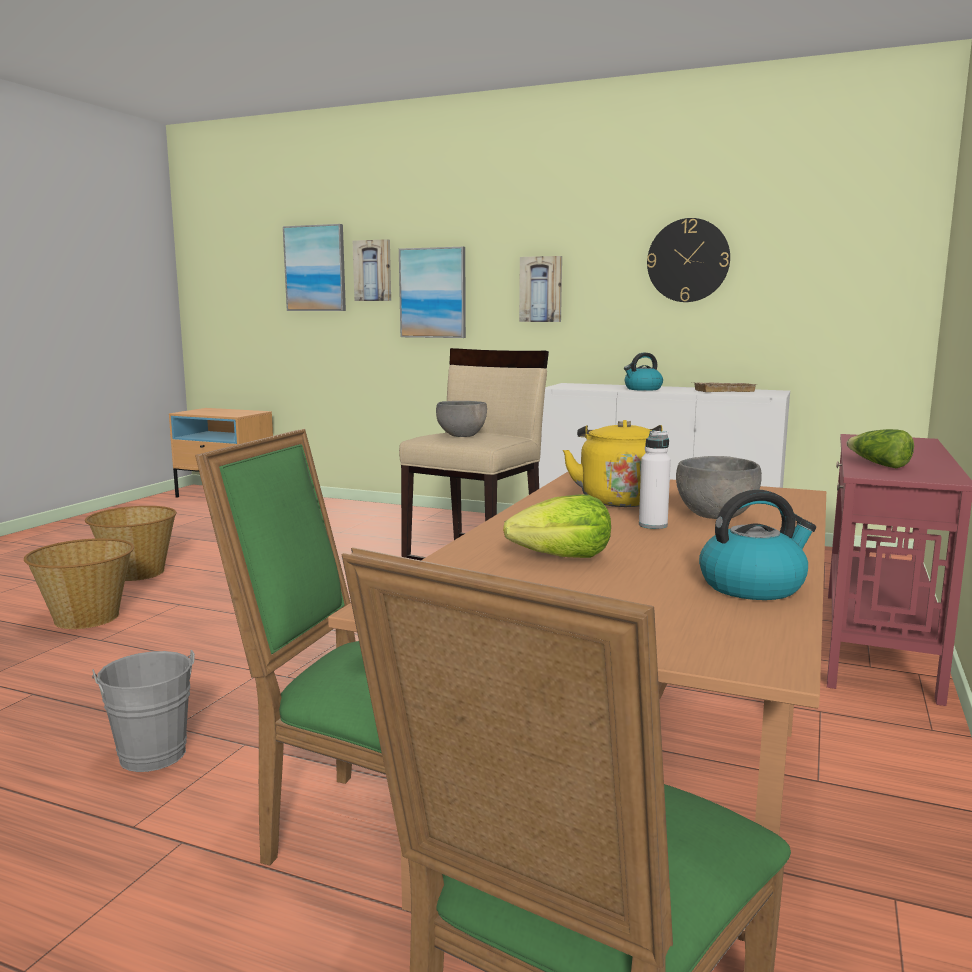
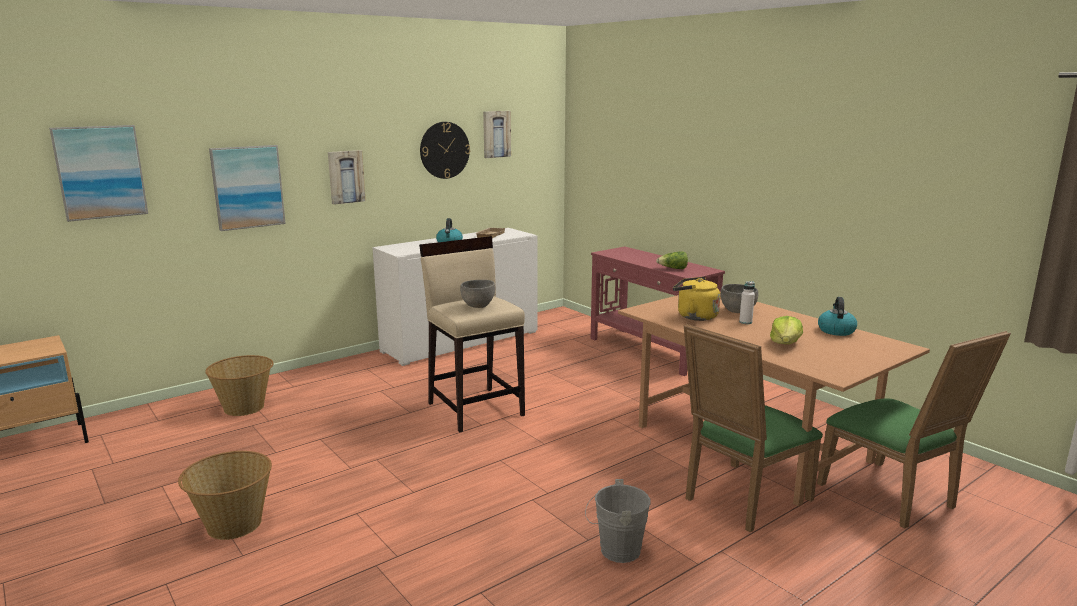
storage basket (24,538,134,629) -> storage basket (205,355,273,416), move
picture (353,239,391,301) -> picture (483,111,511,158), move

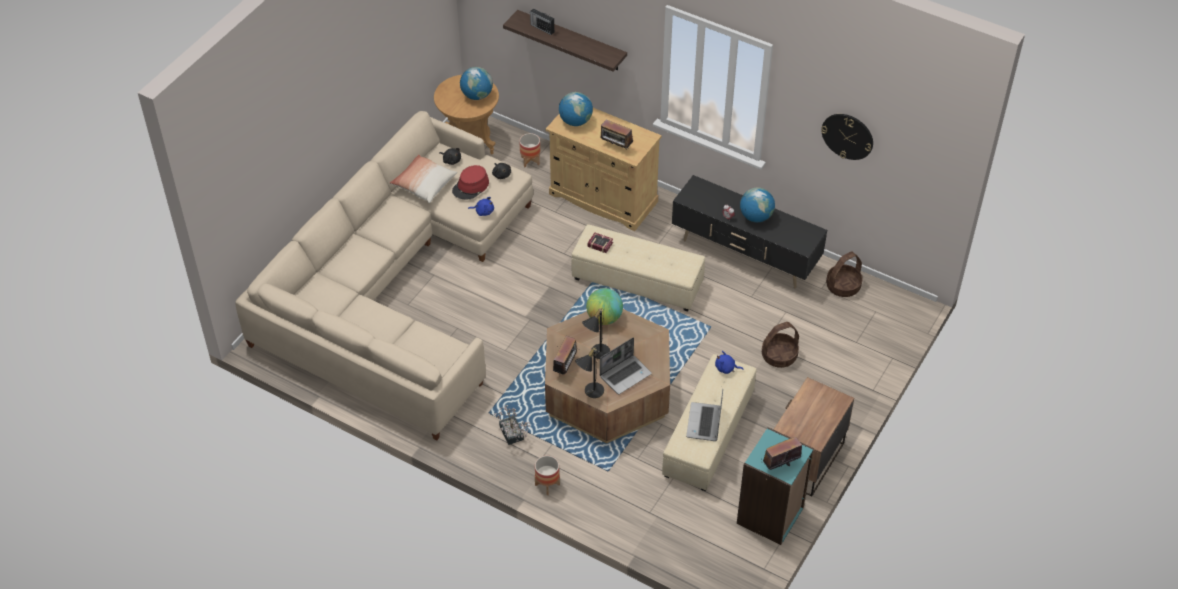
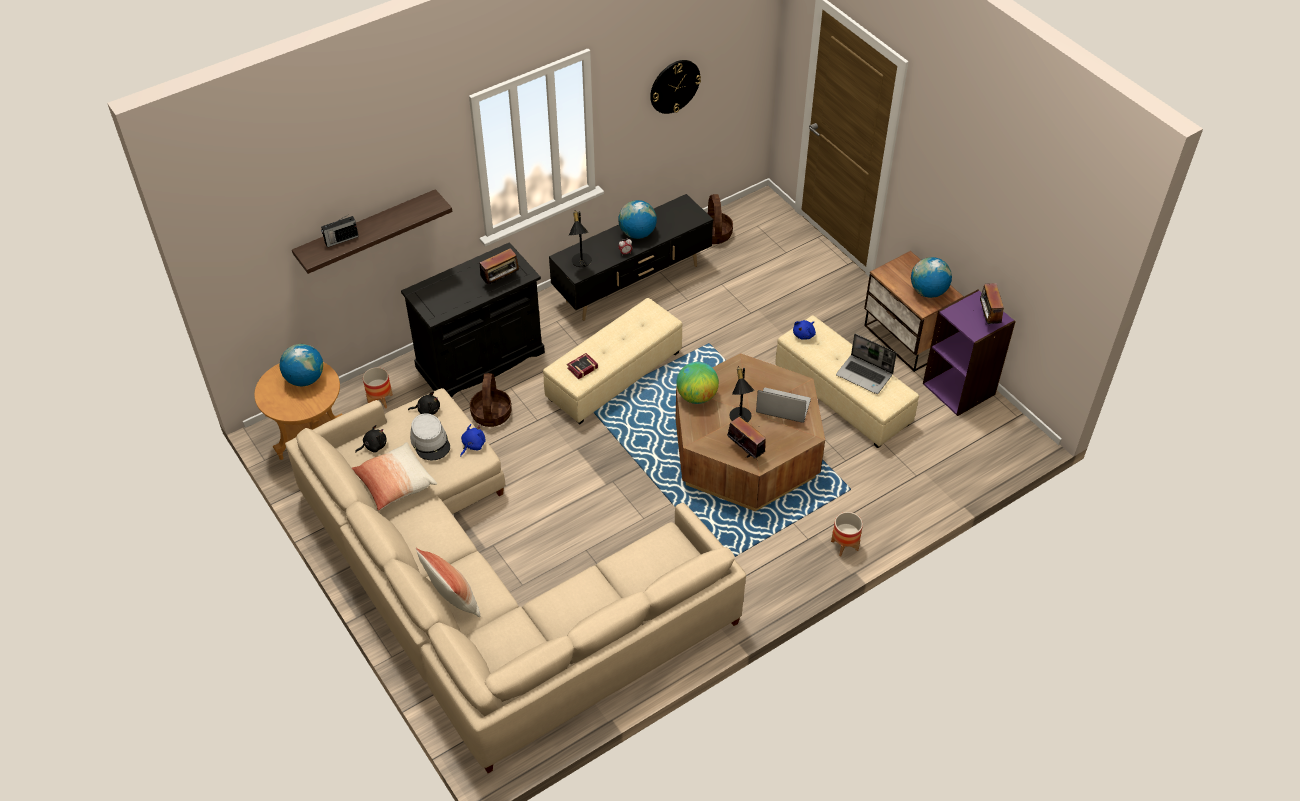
beige-coloured storage cabinet (546,108,662,231) -> blackish storage cabinet (401,242,545,398)
reddish wearable hat (452,165,489,199) -> gray wearable hat (410,413,450,460)
none -> throw pillow (416,548,480,617)
storage basket (762,322,799,368) -> storage basket (470,373,512,427), move
blackish tabletop lamp (575,347,604,398) -> blackish tabletop lamp (569,210,592,267), move
portable computer (600,337,652,394) -> portable computer (756,388,811,423), 60 degrees counterclockwise
world globe (559,92,593,126) -> world globe (911,257,952,298), move
turquoise-coloured bookshelf (737,427,814,545) -> purplish bookshelf (923,290,1016,416)
potted plant (494,405,530,445) -> none

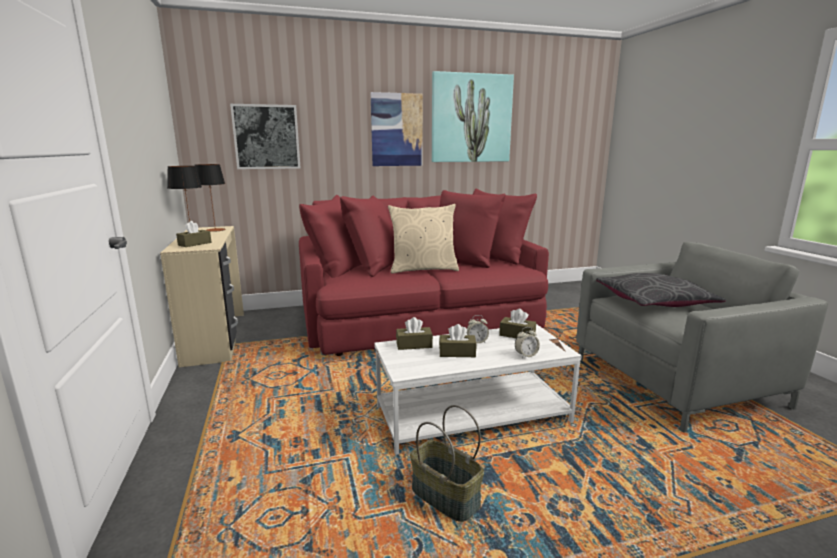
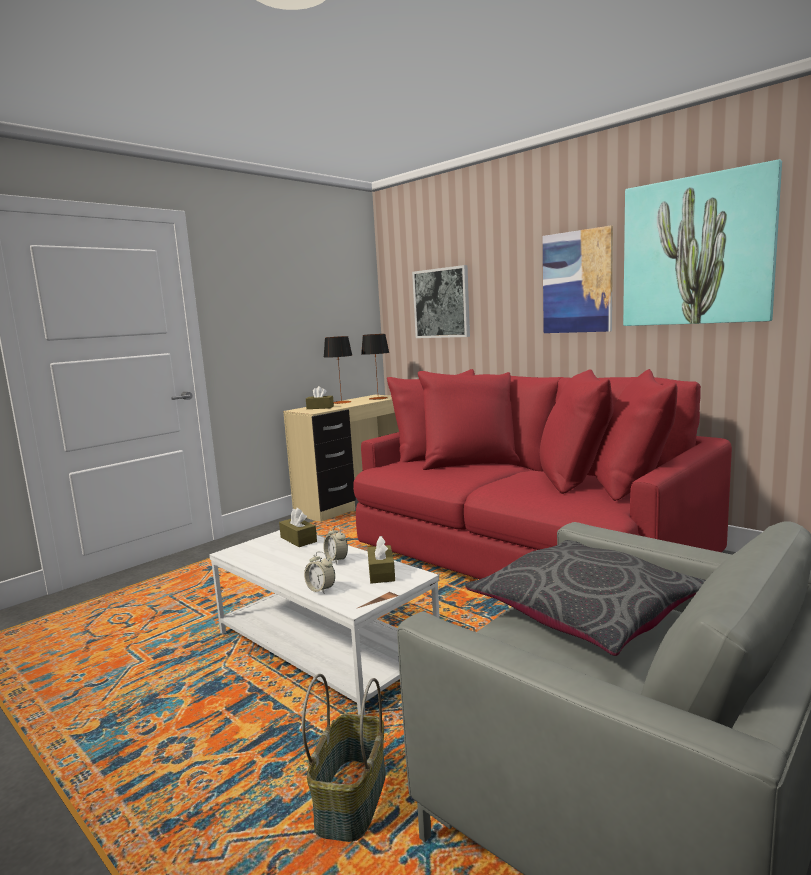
storage basket (410,405,484,522) -> storage basket (302,674,386,842), move
beige-coloured throw pillow (388,204,459,274) -> none
brown tissue holder (439,324,477,357) -> none

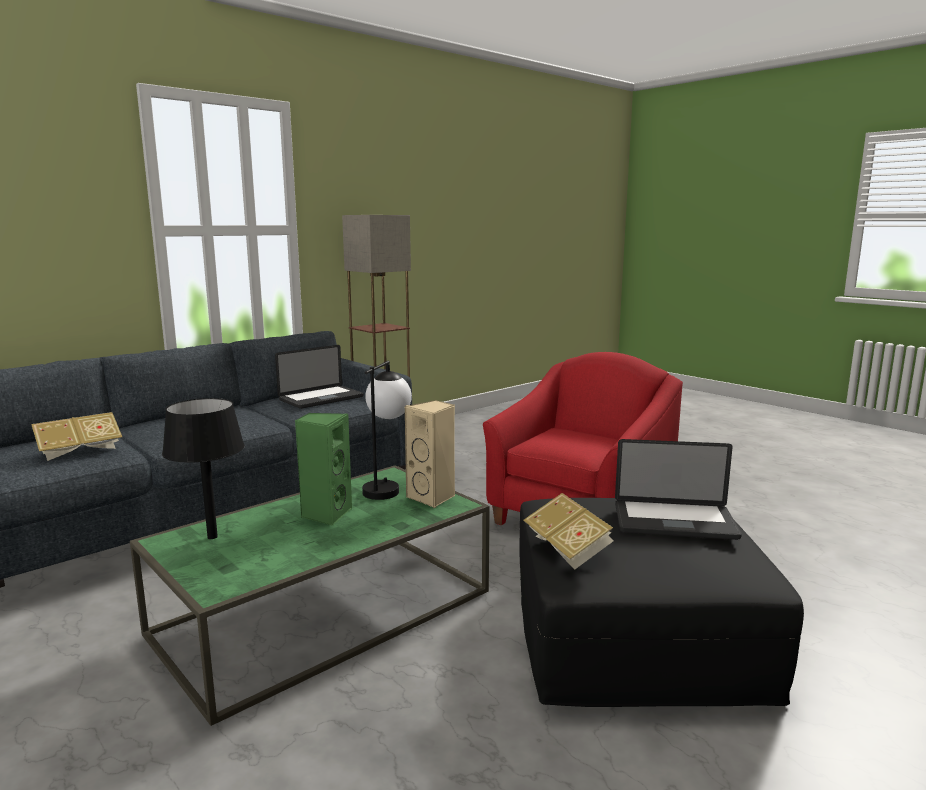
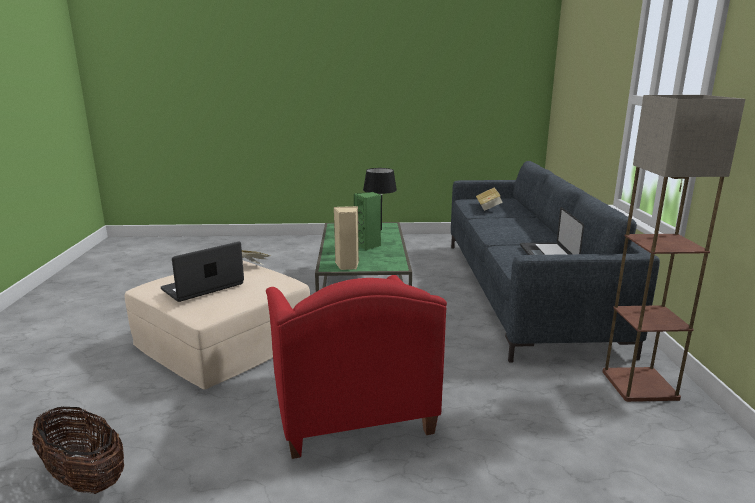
none -> storage basket (32,407,124,494)
blackish ottoman (520,498,804,707) -> beige-coloured ottoman (125,261,310,389)
tabletop lamp (362,361,412,500) -> none

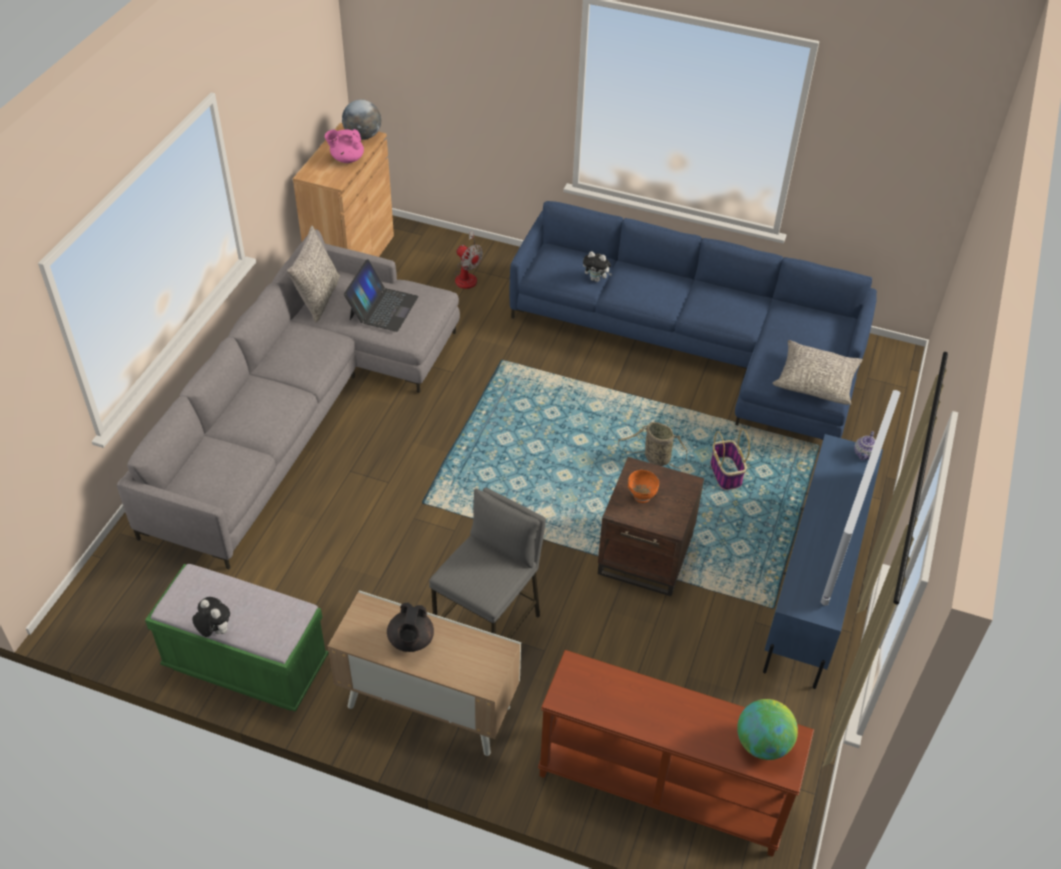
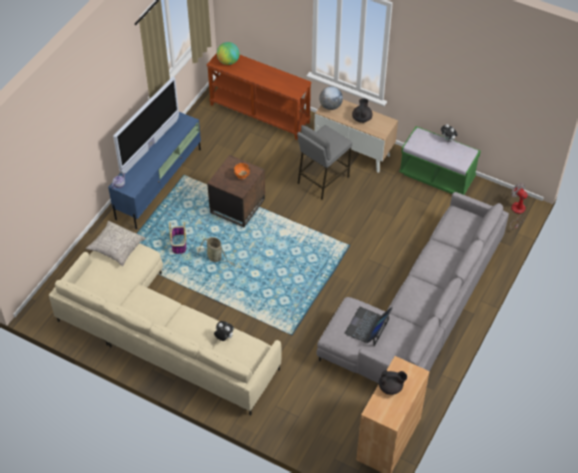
bluish sofa (510,201,877,440) -> beige-coloured sofa (49,243,281,416)
world globe (342,99,381,140) -> world globe (319,86,343,110), move
pink-coloured tea pot (325,129,364,163) -> blackish tea pot (379,370,407,395)
fan (455,231,483,289) -> fan (510,183,528,230), move
gray throw pillow (287,226,340,322) -> none

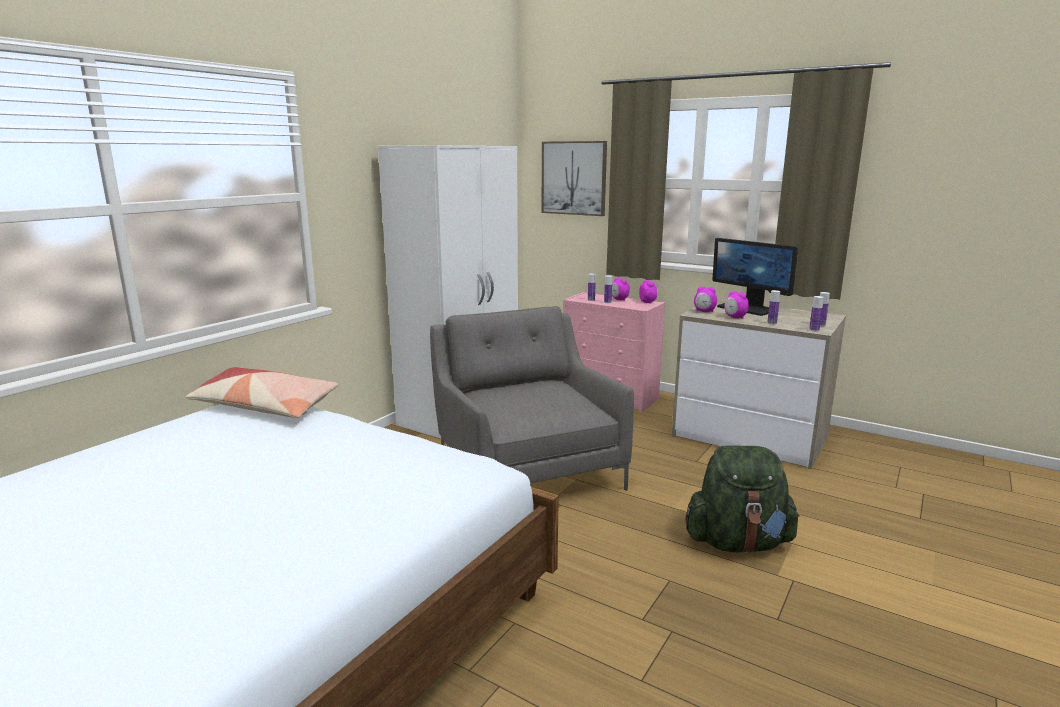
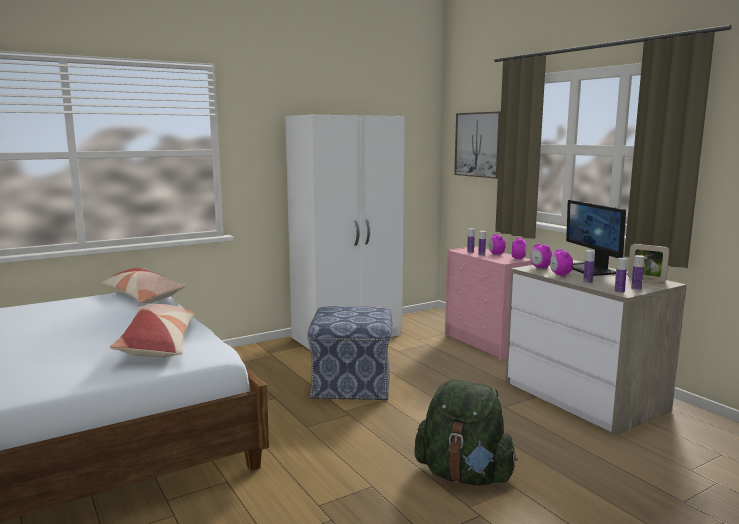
none -> throw pillow (110,304,196,358)
gray lounge chair (430,306,634,491) -> ottoman (308,306,392,401)
none -> picture frame (628,244,670,283)

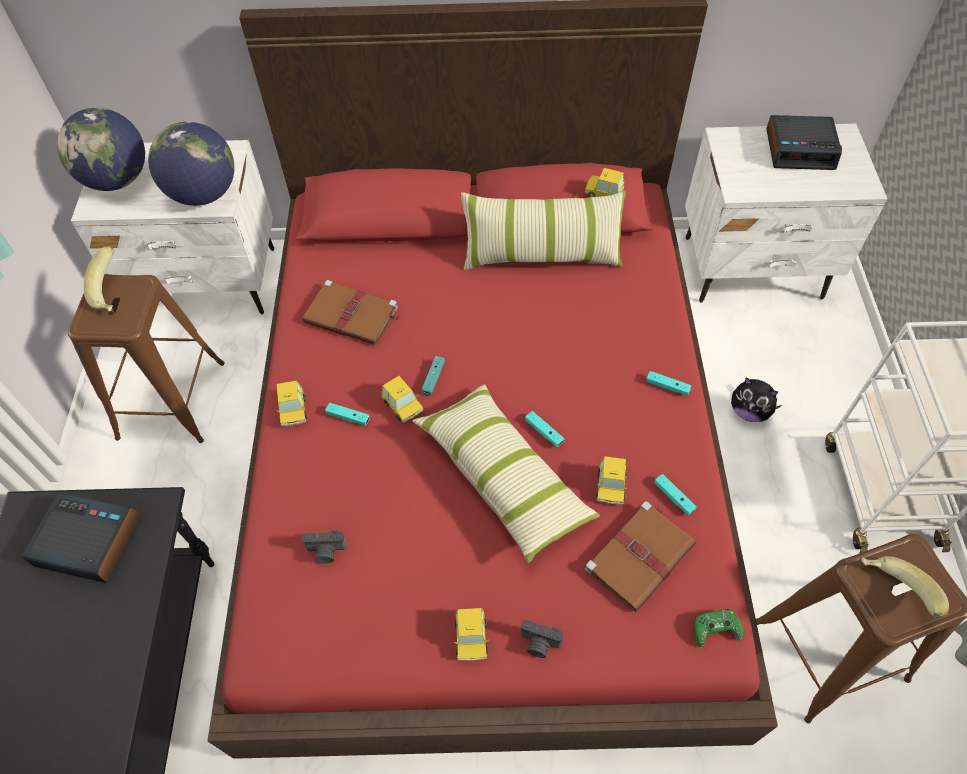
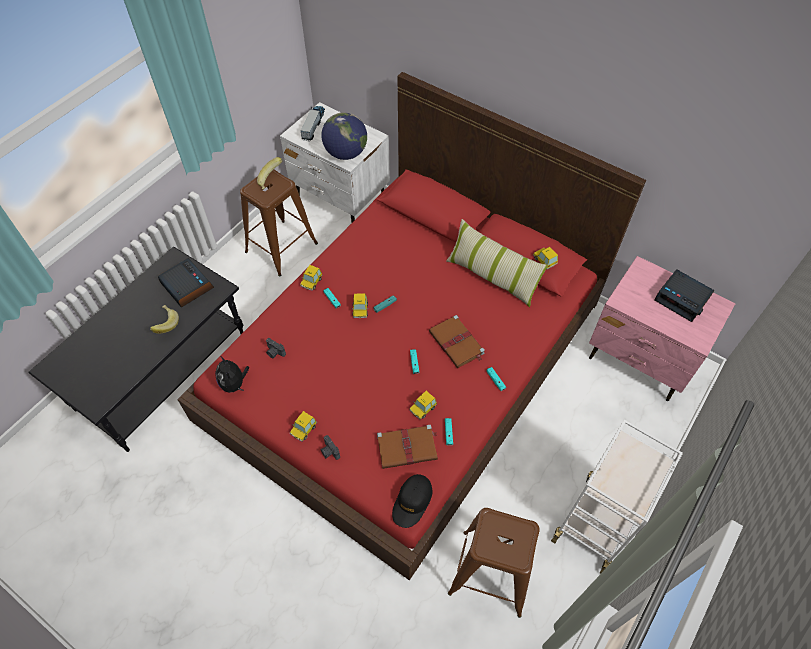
banana fruit (861,556,949,618) -> banana fruit (150,305,179,334), move
cuddly toy (731,377,782,422) -> cuddly toy (215,356,249,393), move
world globe (57,108,145,191) -> toy lorry (301,106,325,141)
green-coloured game controller (694,609,743,647) -> blackish cap (392,474,432,528)
brown bound book (303,280,401,345) -> brown bound book (429,315,485,368), move
whitish bedside table (685,124,887,303) -> pink-coloured bedside table (589,256,736,401)
throw pillow (412,384,600,563) -> none

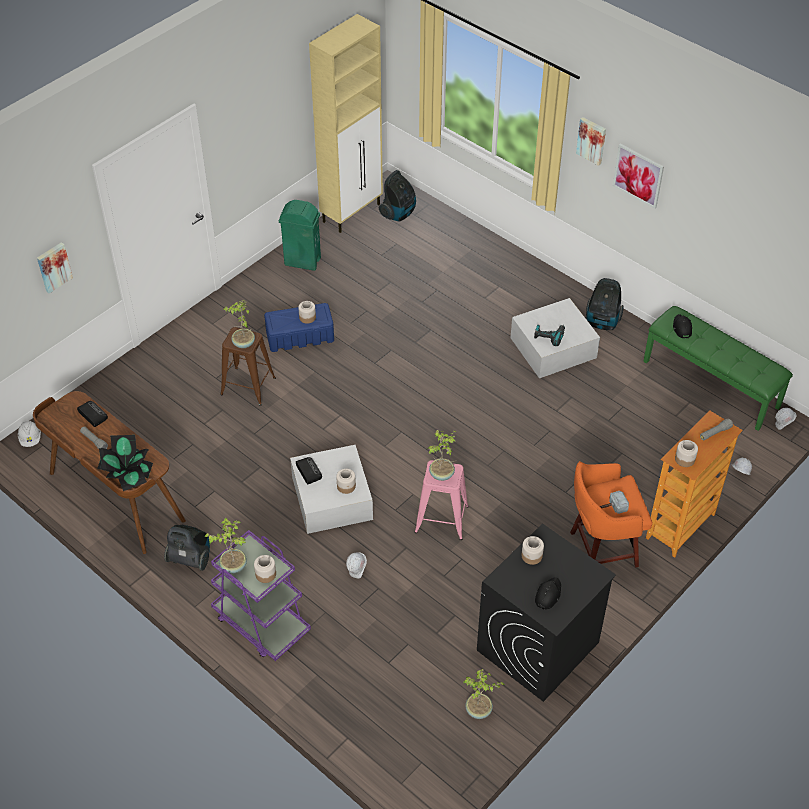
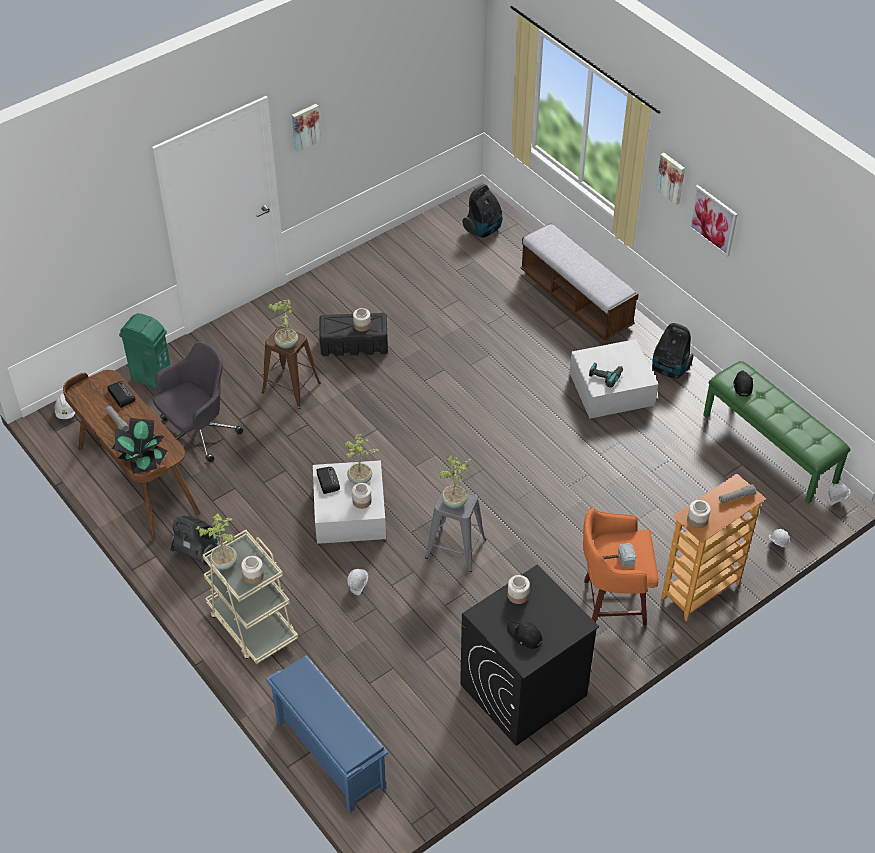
green-coloured waste bin (279,200,321,271) -> green-coloured waste bin (119,313,171,389), move
none -> gray computer chair (153,341,243,462)
purplish wheeled cart (211,530,311,661) -> beige-coloured wheeled cart (203,530,298,664)
none -> bluish shoe rack (266,655,388,813)
picture (37,242,73,293) -> picture (292,104,321,152), move
bluish storage bin (264,303,334,352) -> blackish storage bin (320,313,388,356)
potted plant (463,669,505,719) -> potted plant (343,434,380,484), move
pink-coloured stool (415,460,469,540) -> gray stool (425,486,486,572)
blackish cap (535,577,561,610) -> blackish cap (507,622,543,649), 90 degrees counterclockwise
none -> bench (521,223,639,340)
beige-coloured storage cabinet (309,14,383,233) -> none

